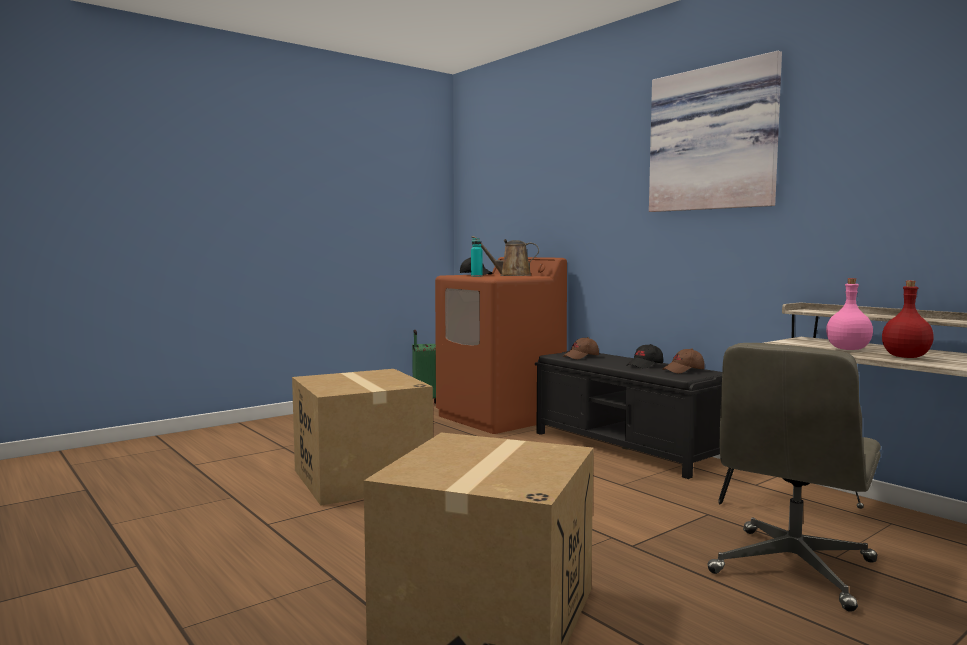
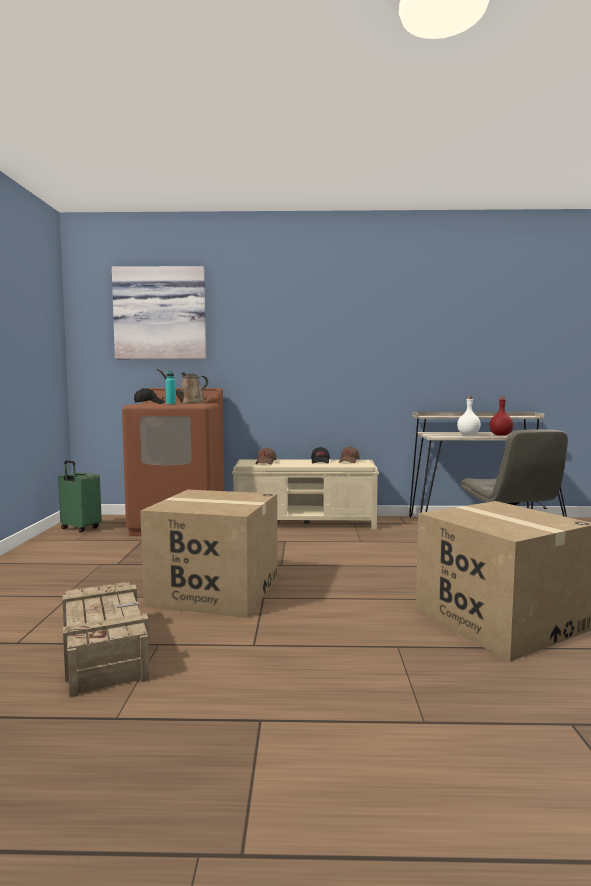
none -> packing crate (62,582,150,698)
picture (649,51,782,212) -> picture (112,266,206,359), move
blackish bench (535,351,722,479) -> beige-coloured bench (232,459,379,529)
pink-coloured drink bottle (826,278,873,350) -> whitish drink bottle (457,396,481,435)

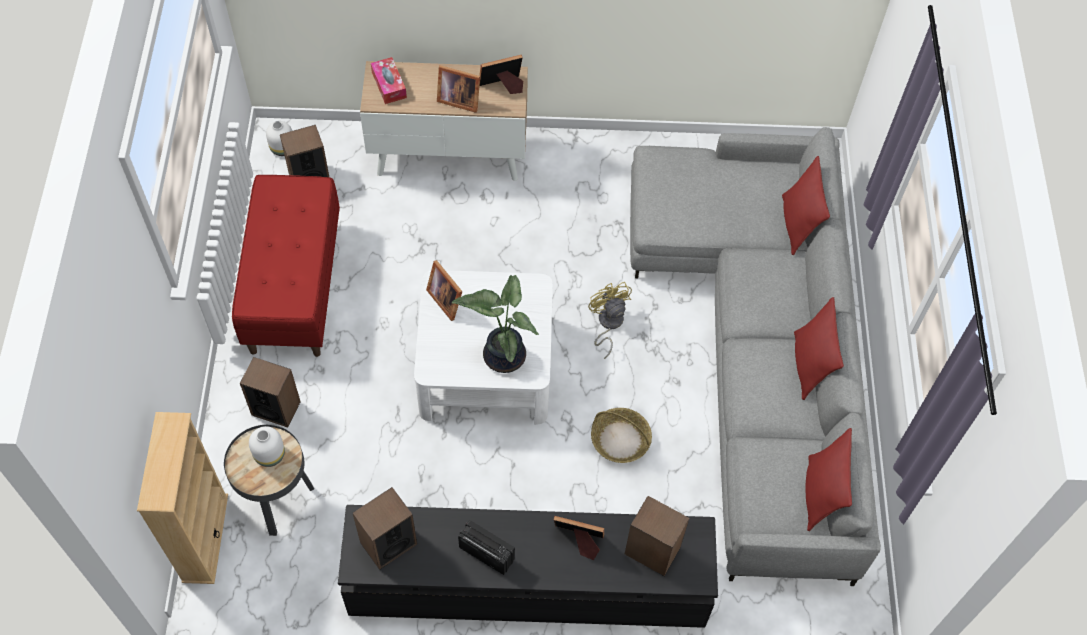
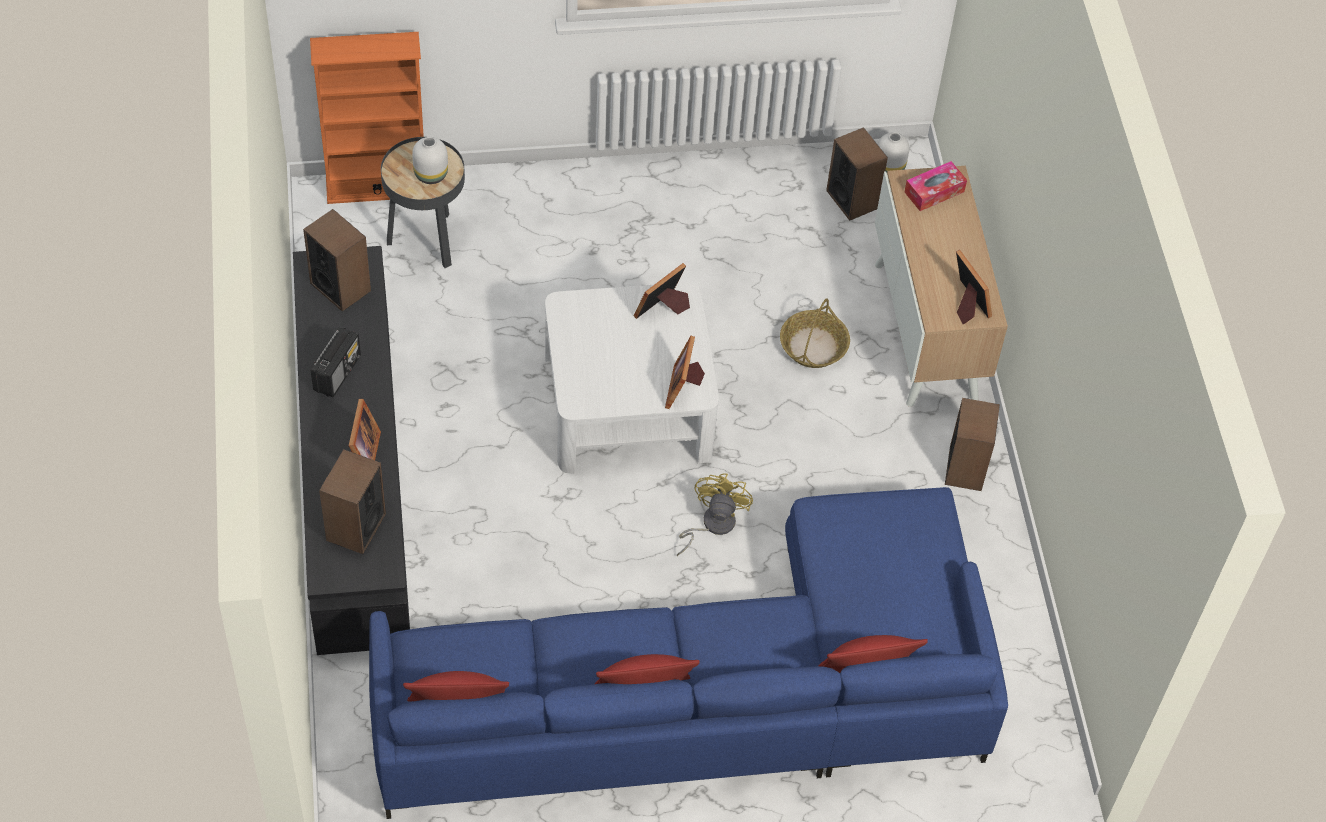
beige-coloured bookshelf (137,412,228,584) -> orange bookshelf (310,32,424,204)
gray sofa (630,127,881,586) -> bluish sofa (369,487,1008,819)
picture frame (437,65,480,113) -> picture frame (665,336,705,409), move
yellowish fan (588,282,632,359) -> yellowish fan (677,473,753,556), 45 degrees counterclockwise
storage basket (591,408,652,463) -> storage basket (780,298,850,368), move
loudspeaker (240,357,301,428) -> loudspeaker (945,398,1000,491), move
reddish bench (232,175,340,357) -> none
potted plant (452,275,539,373) -> none

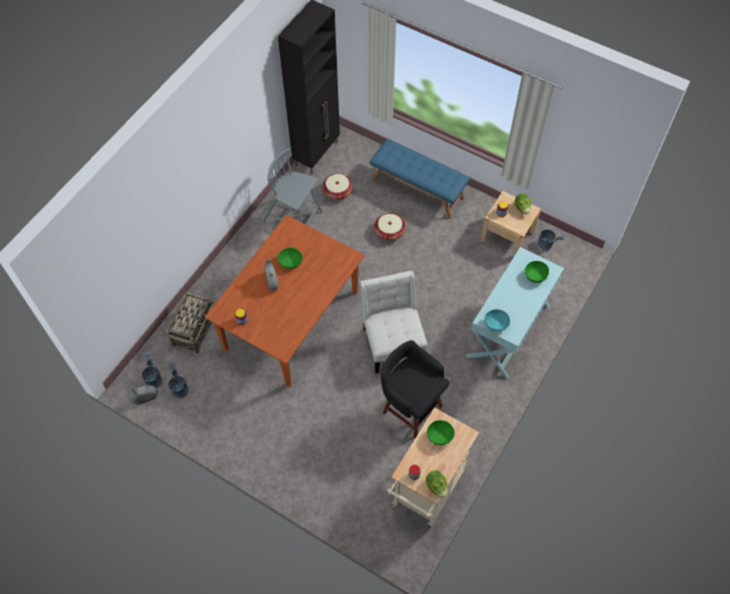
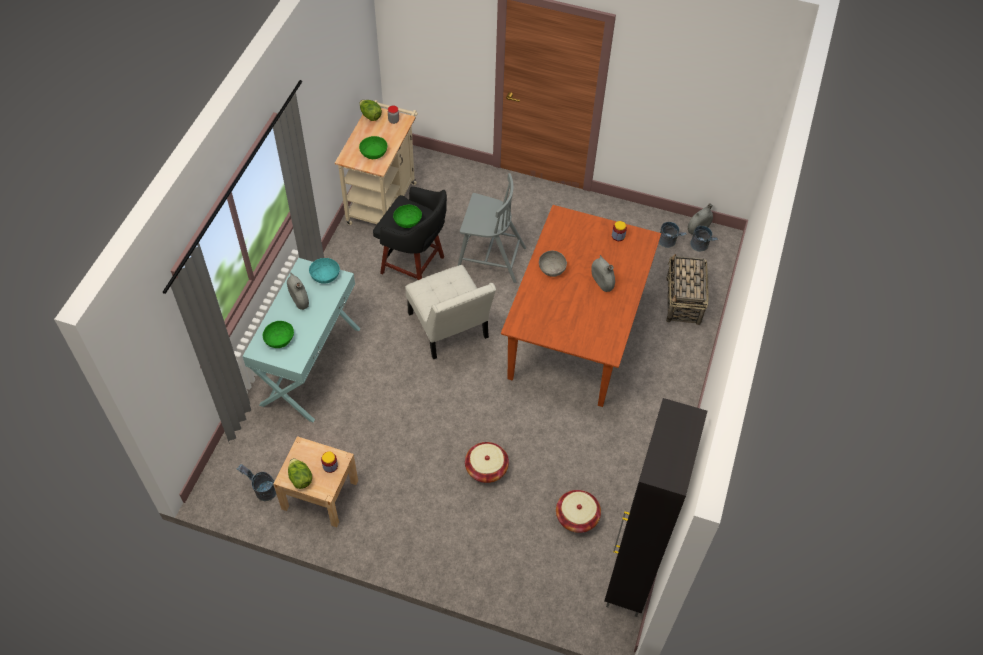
none -> gray flower vase (287,272,309,310)
green-coloured serving bowl (278,248,302,269) -> green-coloured serving bowl (393,205,422,228), move
gray chair (262,148,323,225) -> gray chair (458,173,526,283), move
none -> gray serving bowl (539,251,567,277)
bluish bench (370,139,470,219) -> none

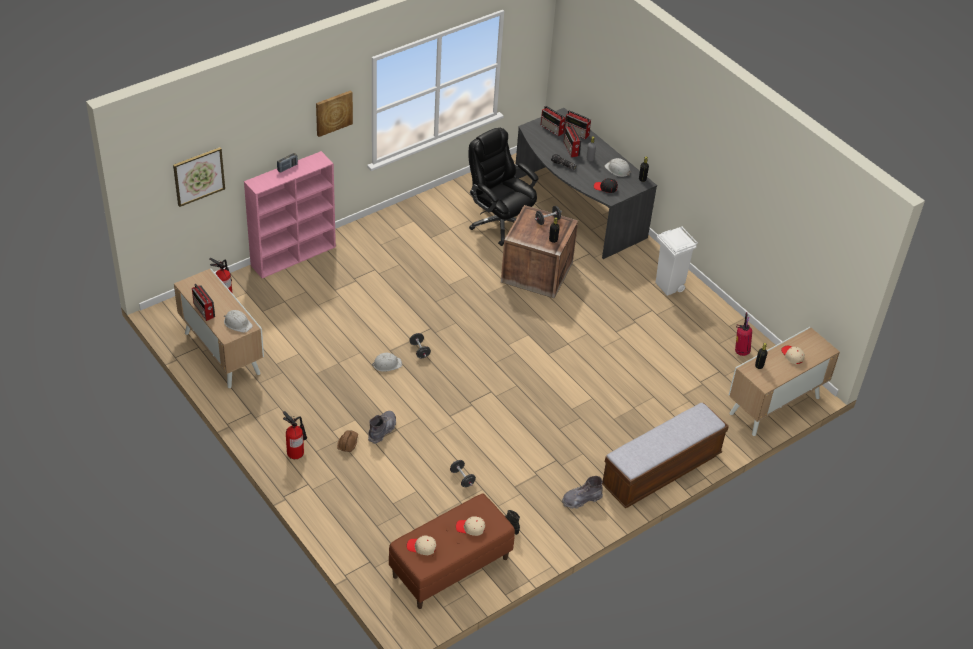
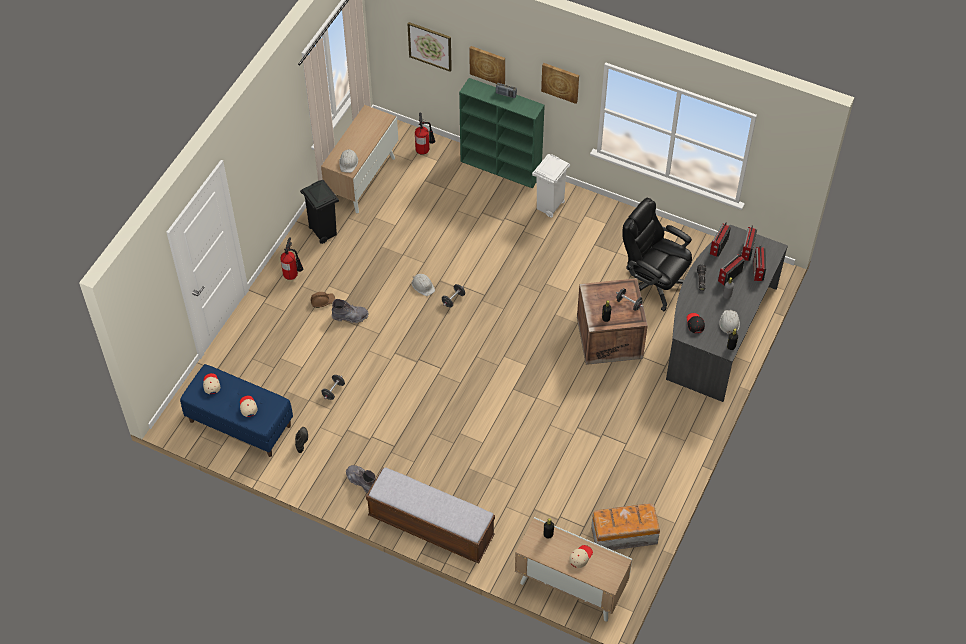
brown bench (389,493,515,609) -> bluish bench (180,364,293,457)
none -> blackish waste bin (300,180,339,244)
pink-coloured bookshelf (244,151,336,278) -> green-coloured bookshelf (459,78,545,188)
none -> picture (469,46,505,84)
whitish waste bin (656,226,698,296) -> whitish waste bin (532,154,570,217), move
fire extinguisher (735,312,752,356) -> storage bin (591,503,660,550)
blackish computer chair (469,128,539,246) -> blackish computer chair (622,198,692,311), 75 degrees counterclockwise
radio (192,284,215,321) -> radio (710,222,731,257), move

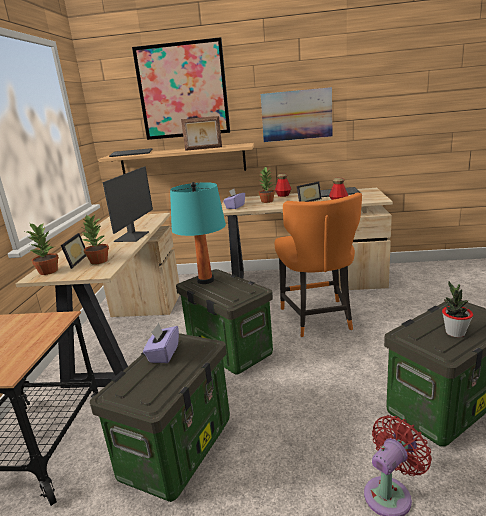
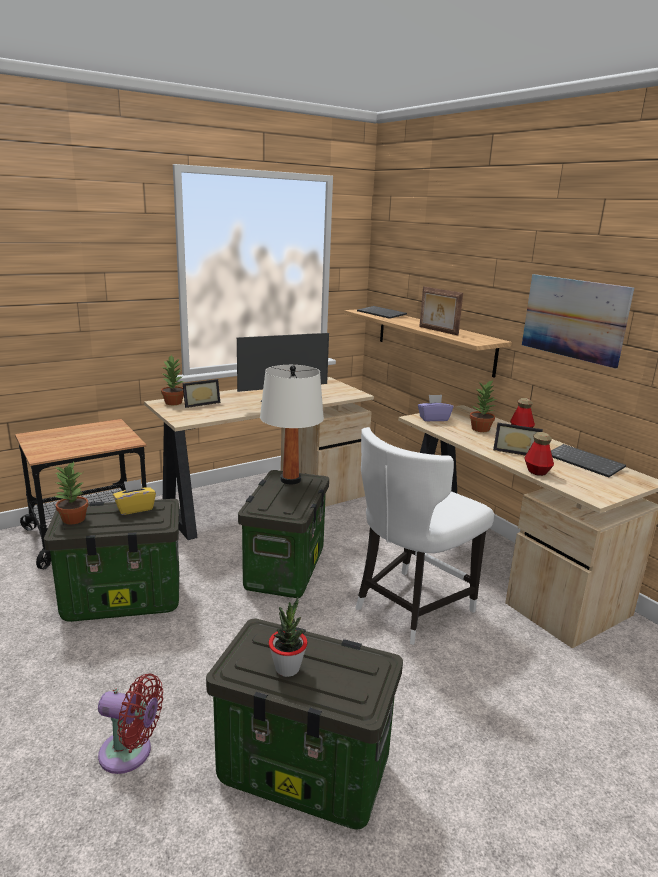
potted plant (81,215,109,265) -> potted plant (54,462,89,525), move
purplish tissue holder (143,323,179,363) -> yellowish tissue holder (113,479,156,515)
turquoise-coloured tabletop lamp (170,182,226,284) -> whitish tabletop lamp (260,365,324,484)
orange chair (275,193,362,337) -> whitish chair (355,427,494,645)
picture (132,37,230,140) -> none

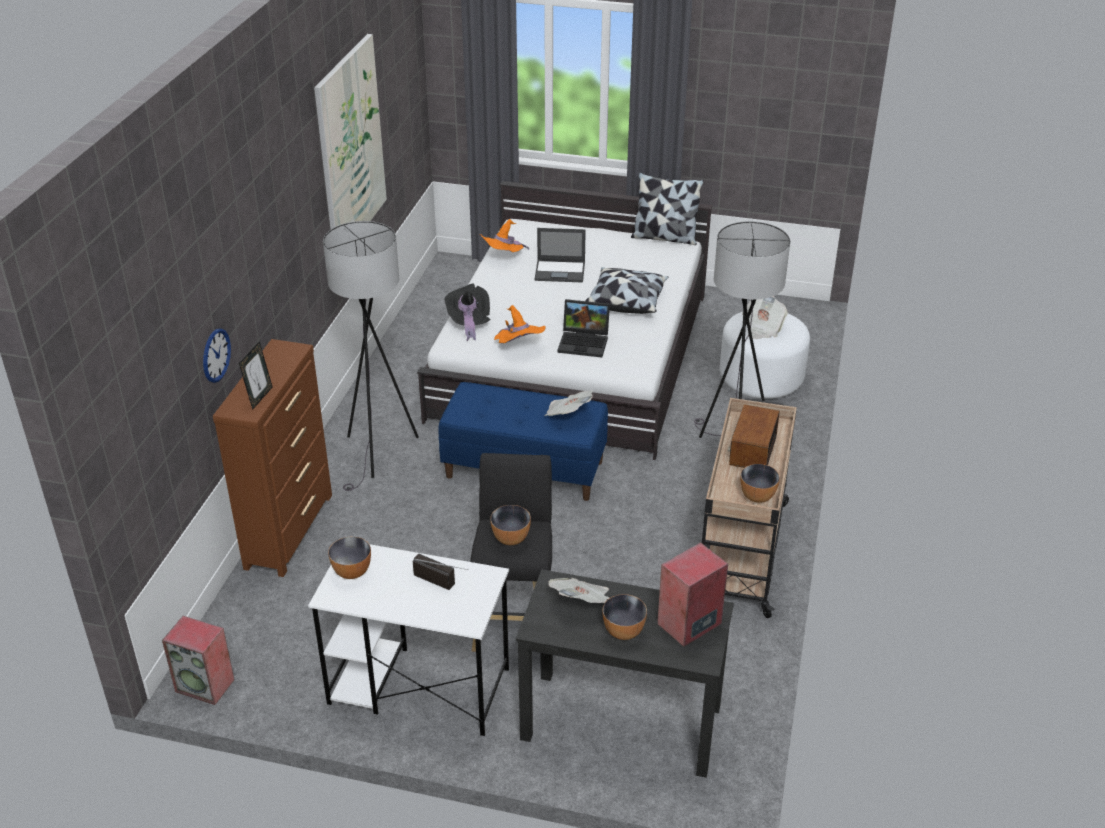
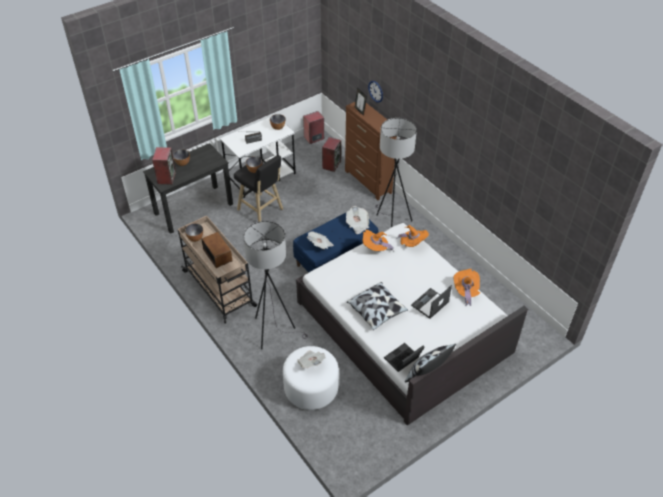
none -> loudspeaker (322,137,341,172)
printed paper (548,578,609,603) -> printed paper (346,206,369,234), move
portable computer (558,299,610,357) -> portable computer (384,343,425,372), move
blackish wearable hat (445,283,491,341) -> orange wearable hat (396,225,429,247)
picture (314,34,387,229) -> none

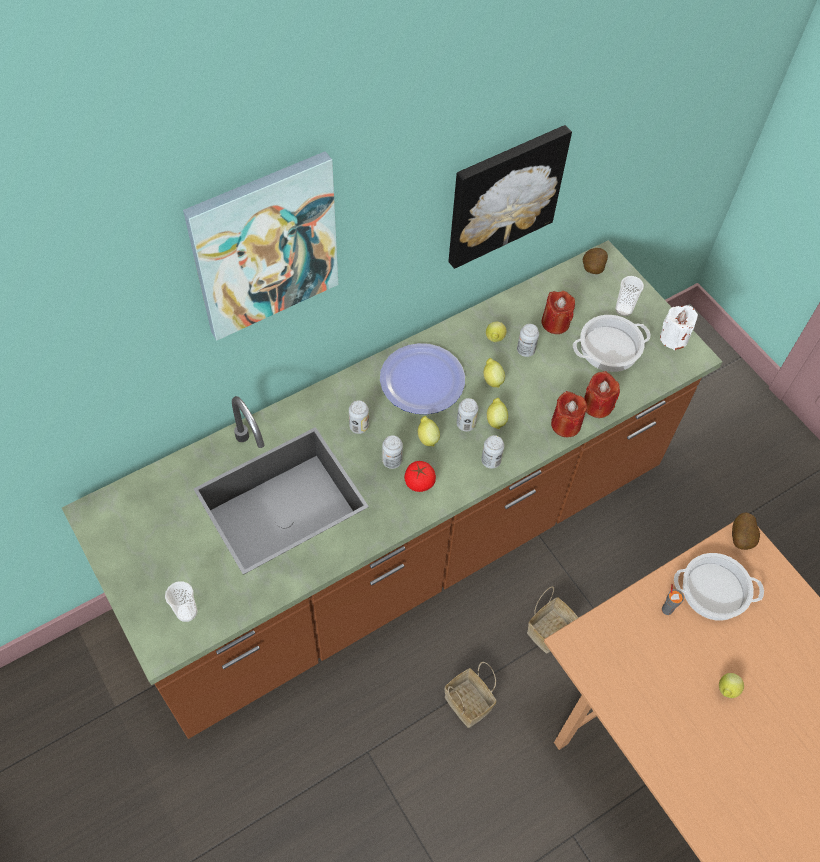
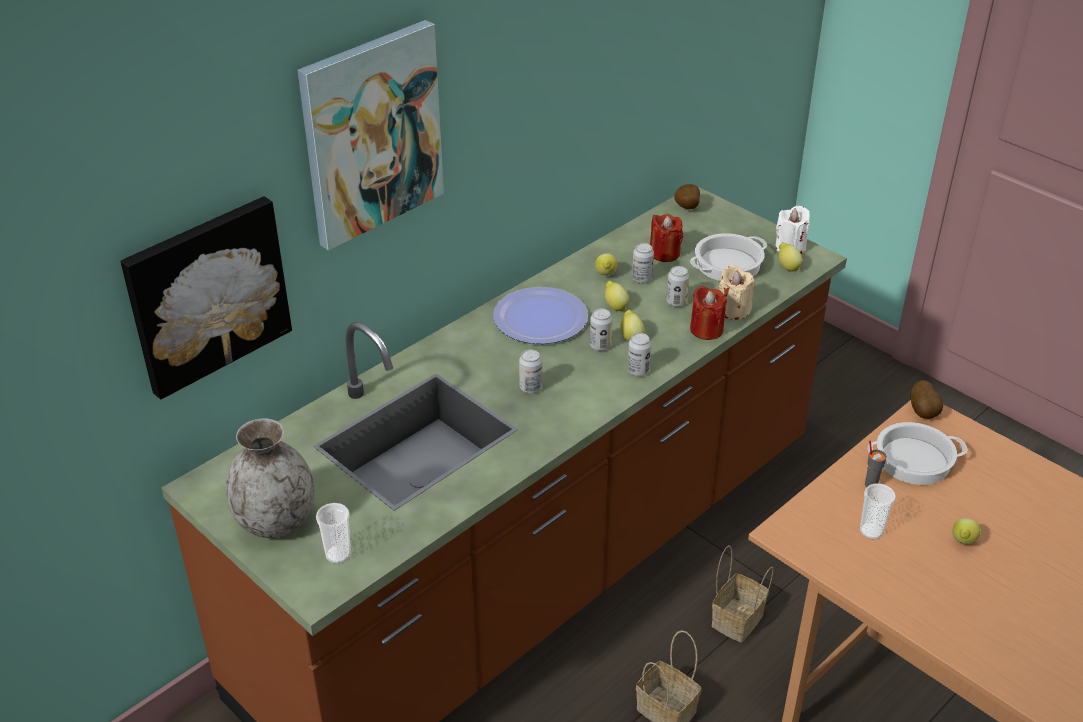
picture (449,125,572,269) -> picture (120,196,292,400), move
none -> gray flower vase (226,418,314,538)
can (349,400,369,434) -> can (666,266,689,307), move
reddish candle (584,371,620,418) -> beige-coloured candle (719,265,755,320)
citrus fruit (418,416,440,446) -> citrus fruit (778,242,802,271), move
cup (615,276,644,316) -> cup (860,483,896,539), move
tomato (404,461,436,492) -> none

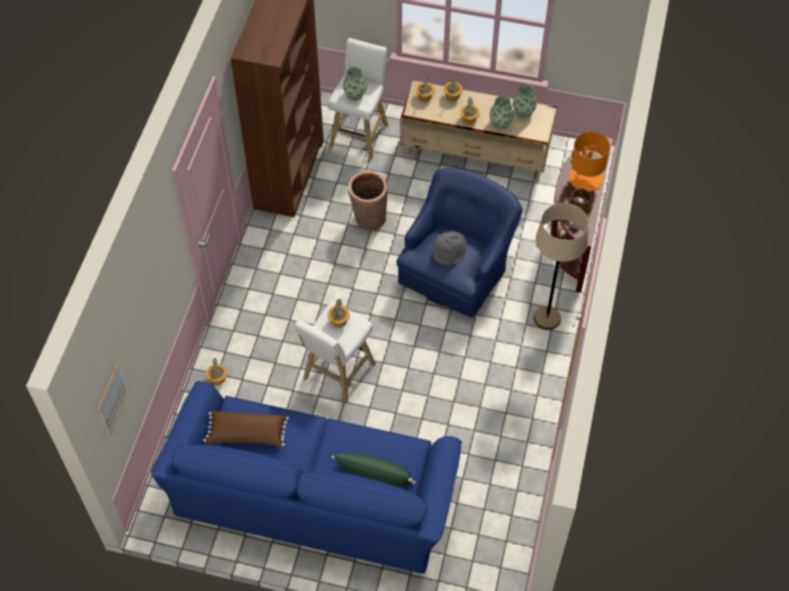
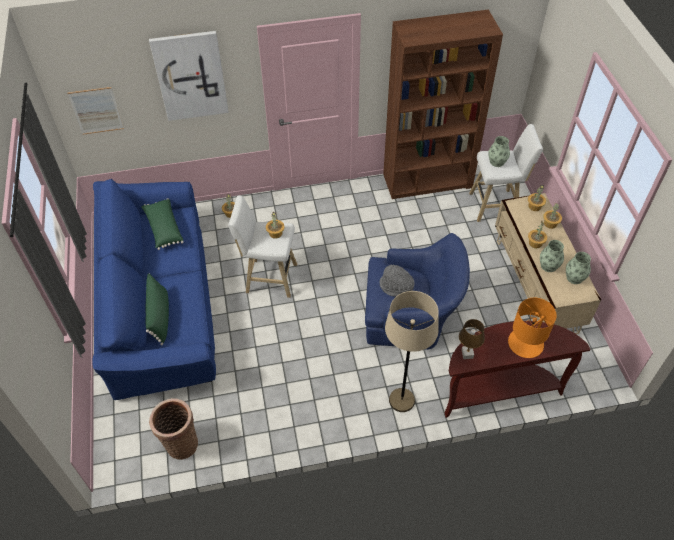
brown throw pillow (203,411,289,447) -> green-coloured throw pillow (141,198,184,250)
none -> picture (149,31,229,121)
storage basket (348,171,388,230) -> storage basket (149,398,198,460), move

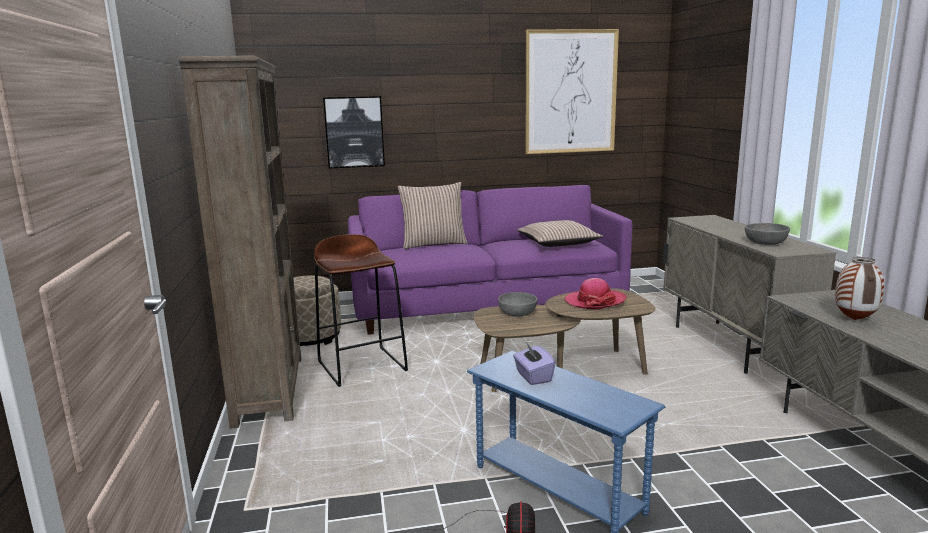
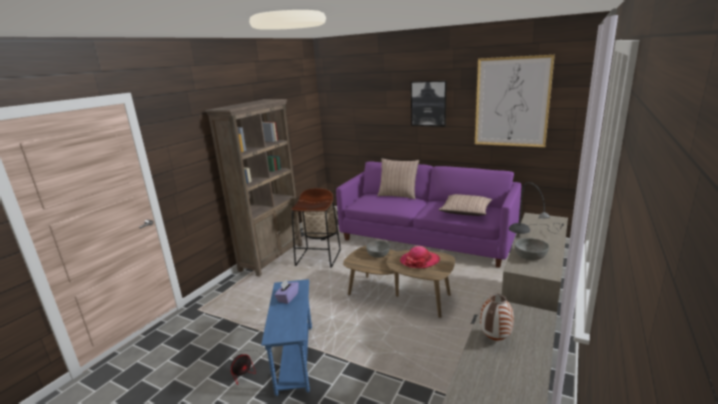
picture (323,96,385,168) -> picture (411,81,446,126), move
none -> gray tabletop lamp (509,182,564,234)

